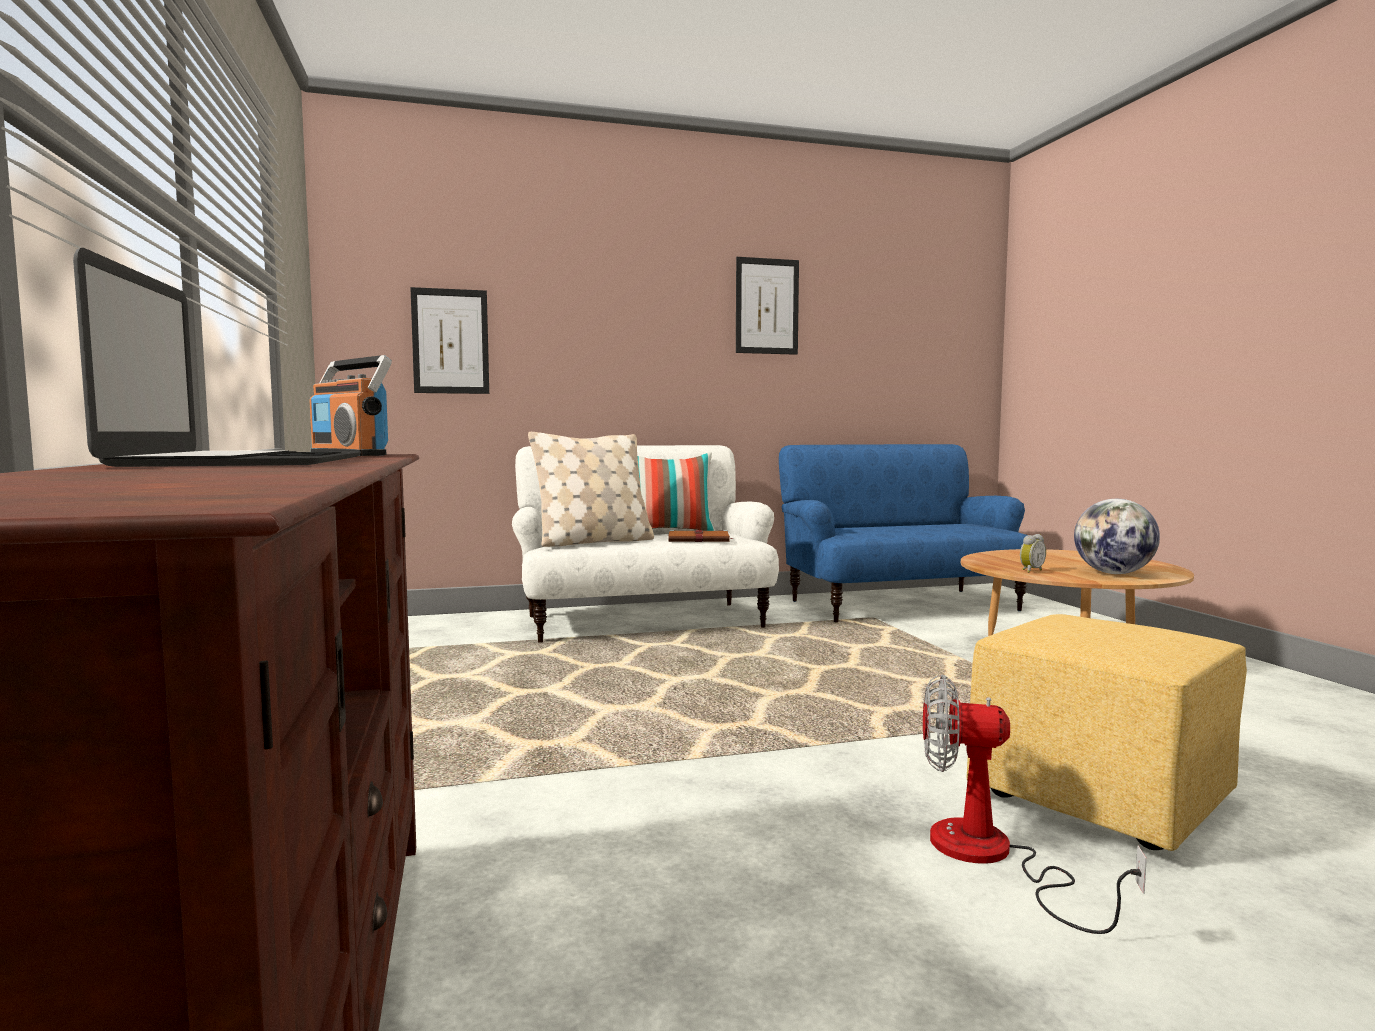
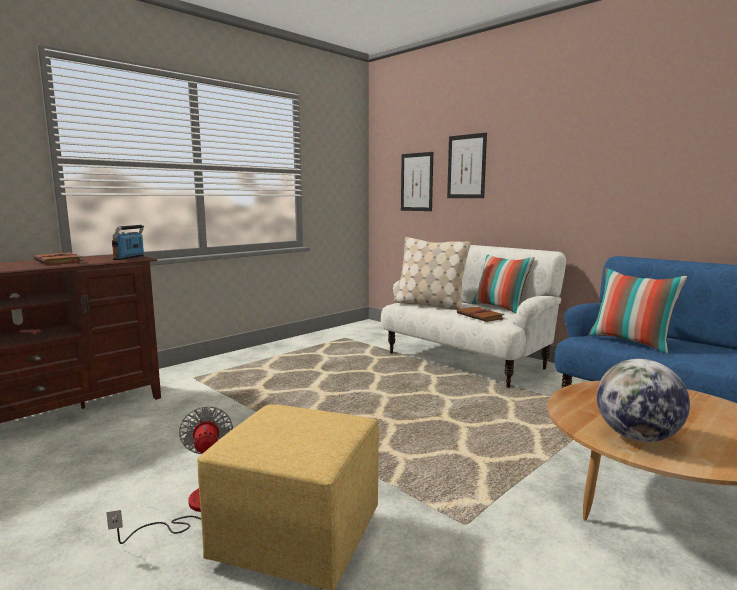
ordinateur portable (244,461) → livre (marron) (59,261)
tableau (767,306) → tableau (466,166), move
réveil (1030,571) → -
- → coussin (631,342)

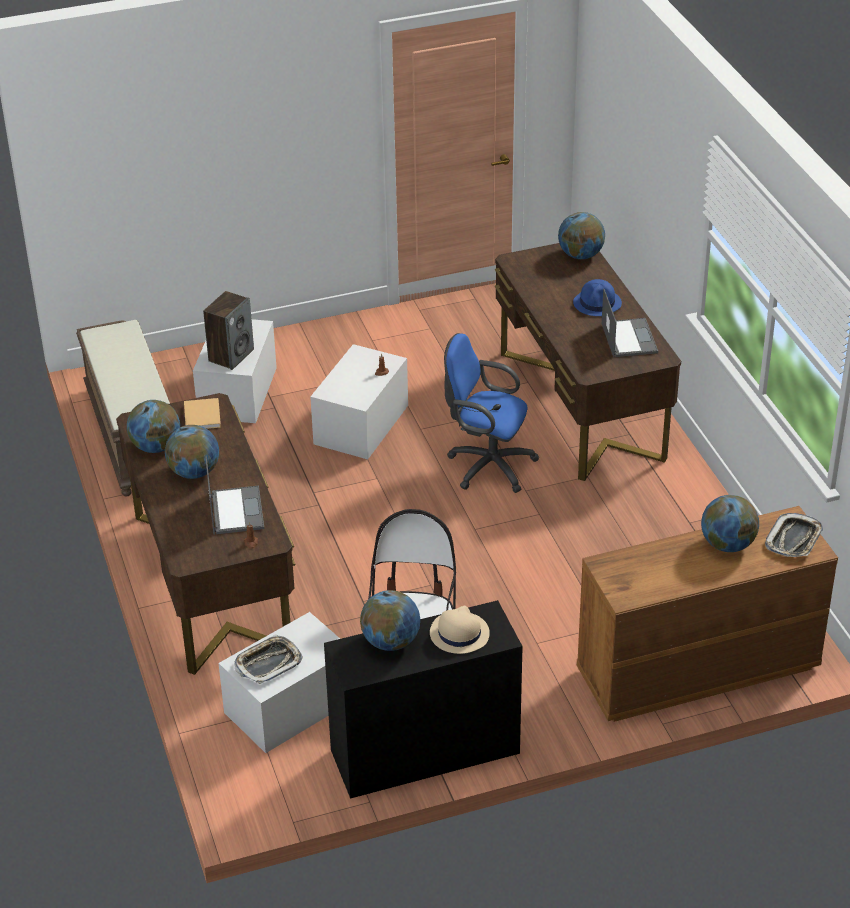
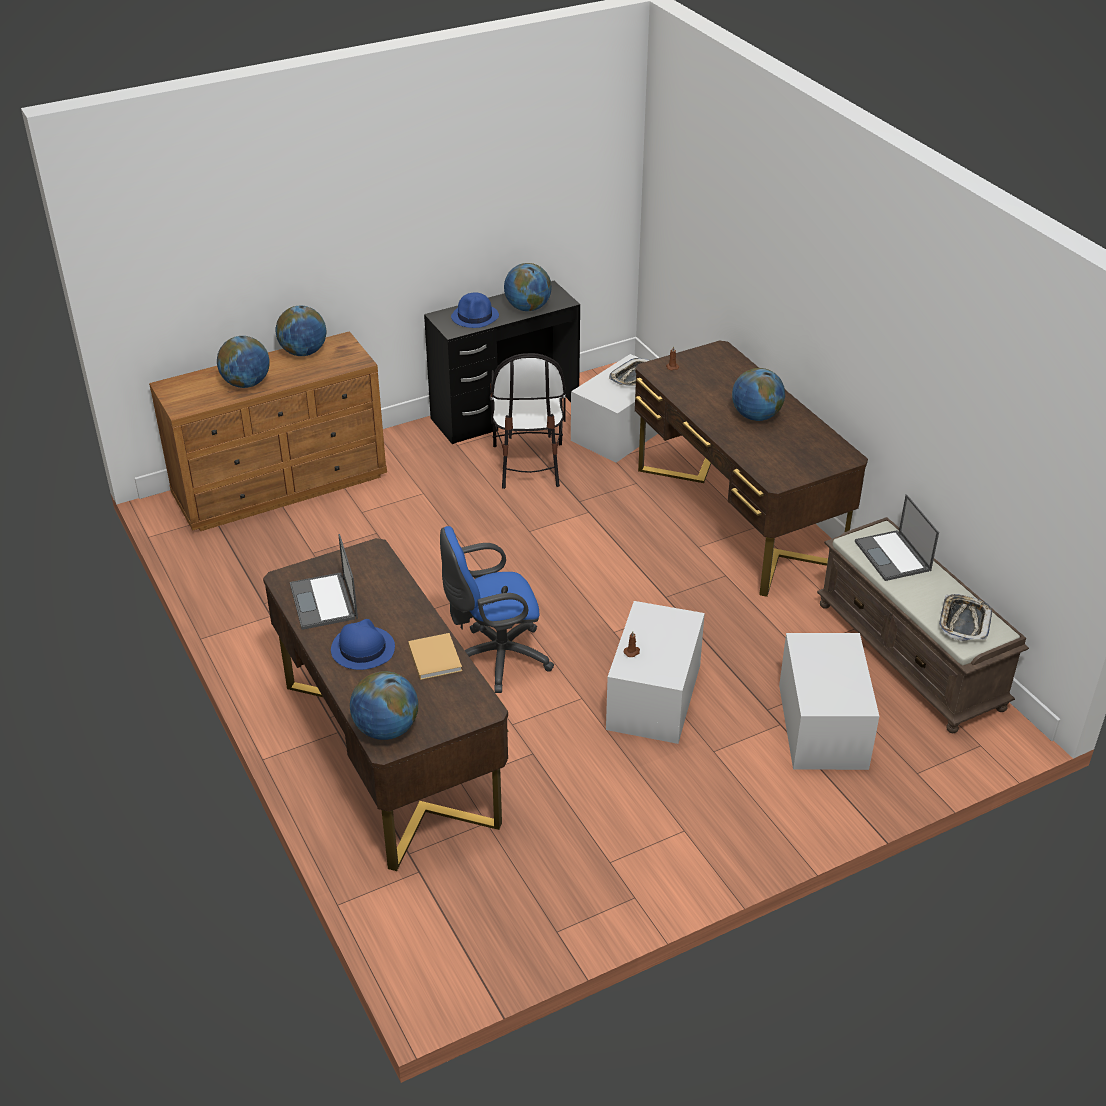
enceinte (231,355) → -
chaise de bureau (bleu) (486,465) → chaise de bureau (bleu) (495,659), 150 degrees clockwise
livre (beige) (202,417) → livre (beige) (434,657), move
globe (156,447) → globe (303,352), move
ordinateur portable (235,510) → ordinateur portable (893,556), move
plateau (794,540) → plateau (963,622), move
chapeau (beige) (459,633) → chapeau (bleu) (475,317)

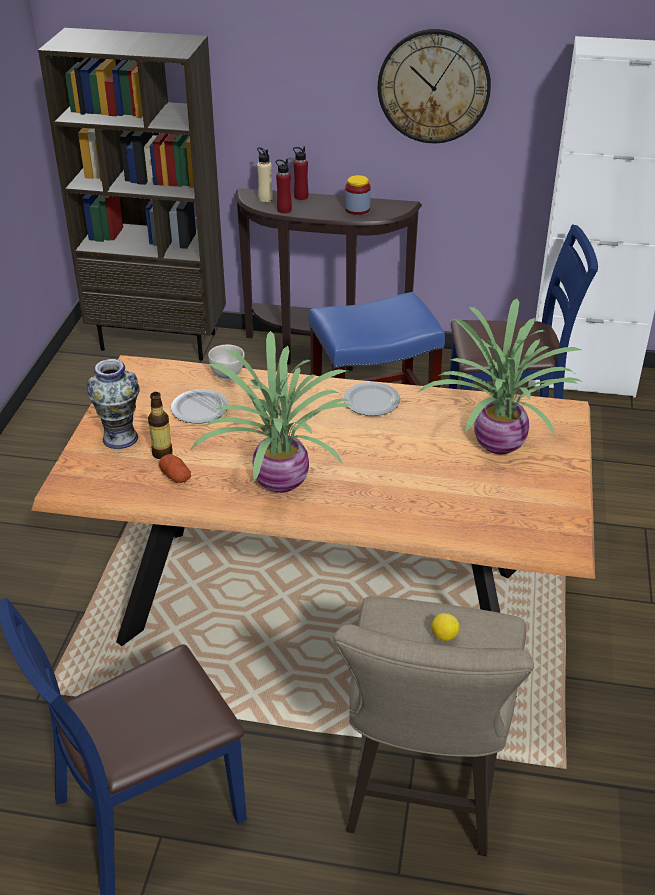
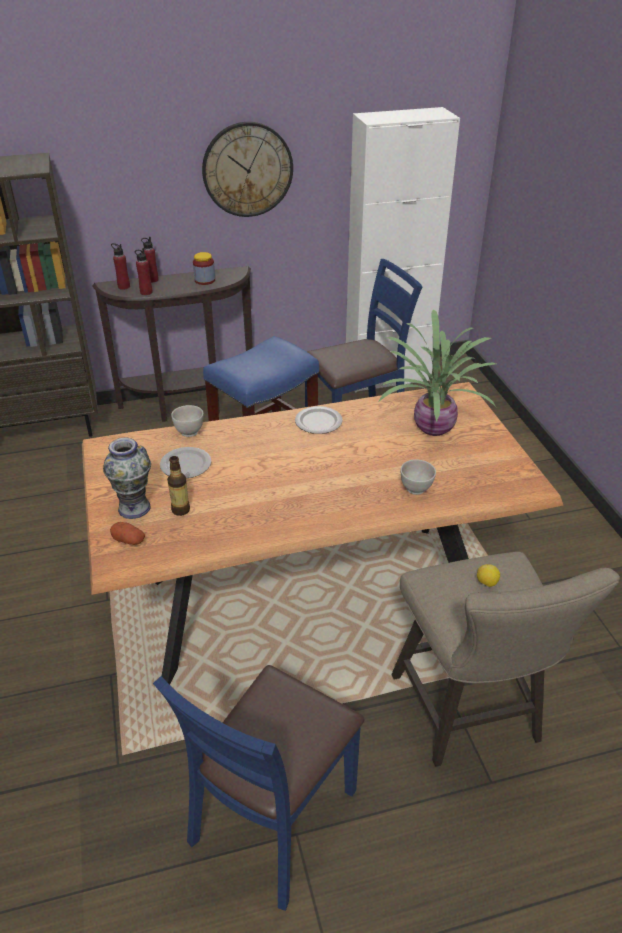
bouteille (beige) (265,199) → bouteille (rouge) (124,287)
plante en pot (281,479) → -
pomme de terre (176,476) → pomme de terre (129,540), move
- → bol (blanc) (416,489)

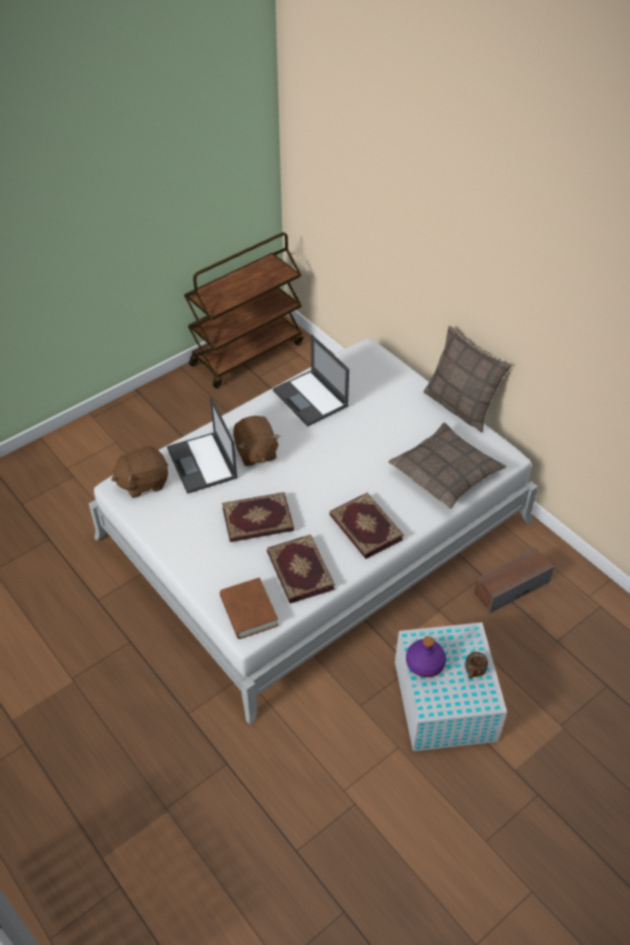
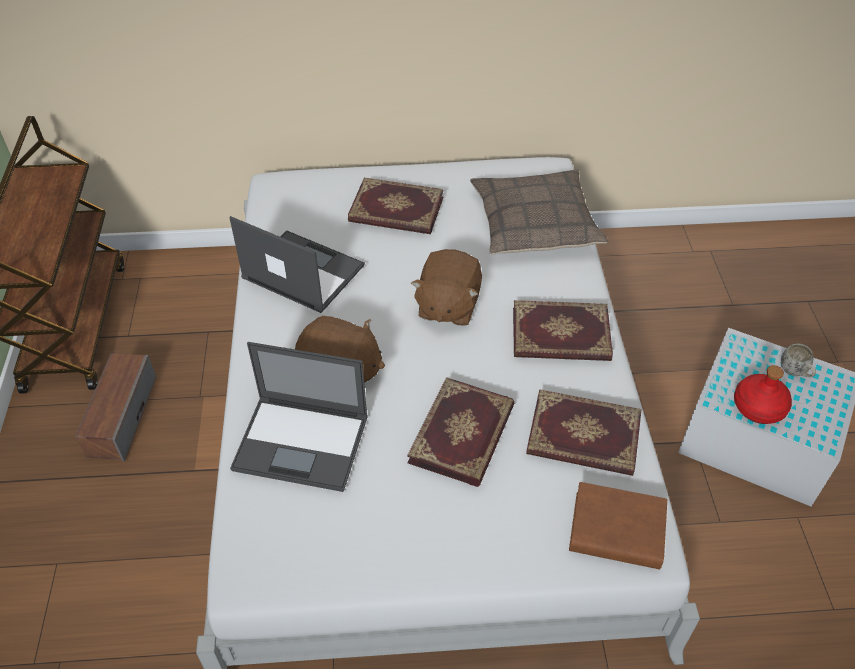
coussin (460,406) → -
ordinateur portable (311,398) → ordinateur portable (301,271), 150 degrees counterclockwise
peluche (marron) (143,482) → peluche (marron) (447,306), move
enceinte (511,587) → enceinte (121,416), move
bouteille (violet) (424,663) → bouteille (rouge) (757,407)
mug (marron) (473,673) → mug (blanc) (795,373)
- → livre (396,211)

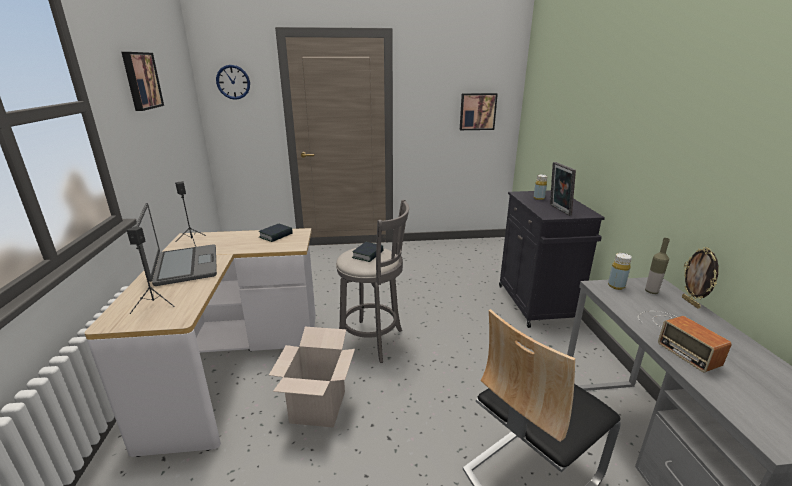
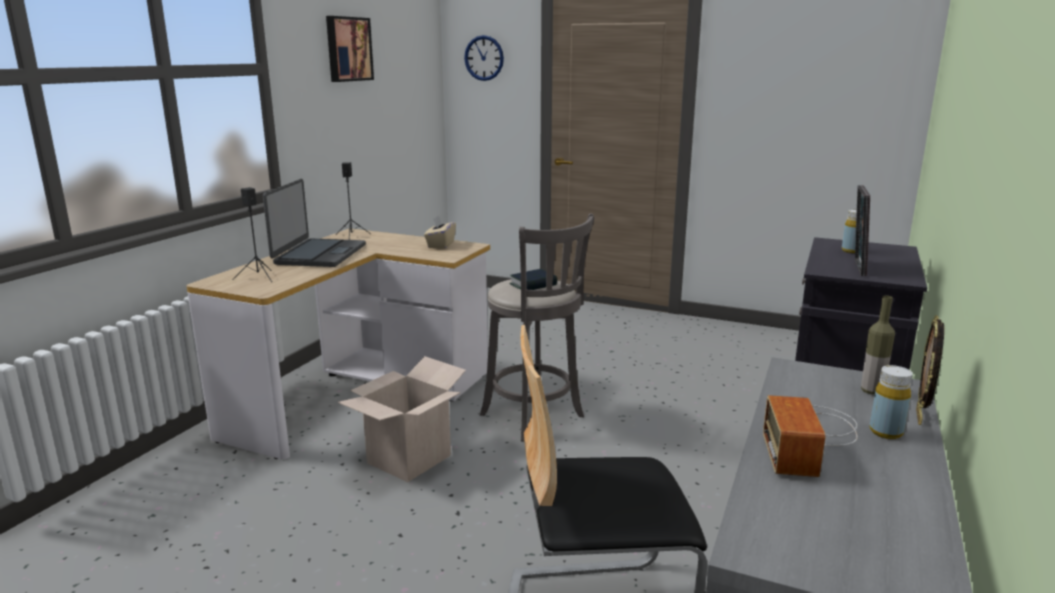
tableau (477,111) → -
livre (276,235) → boîte à mouchoirs (beige) (440,245)
bouteille (jaune) (616,286) → bouteille (jaune) (886,432), move

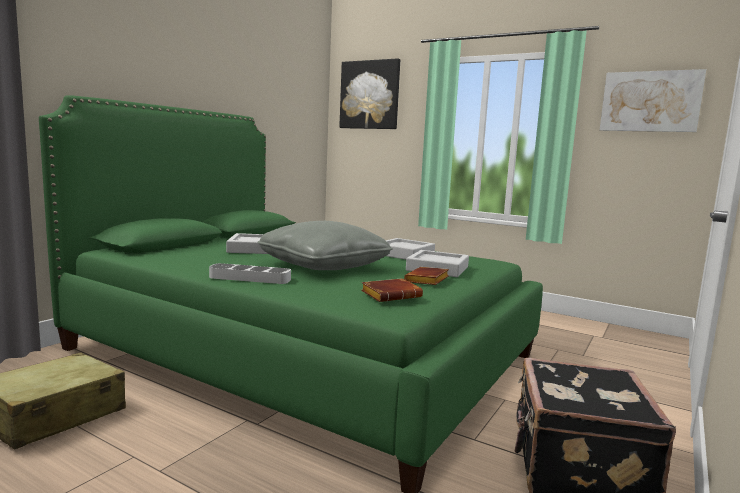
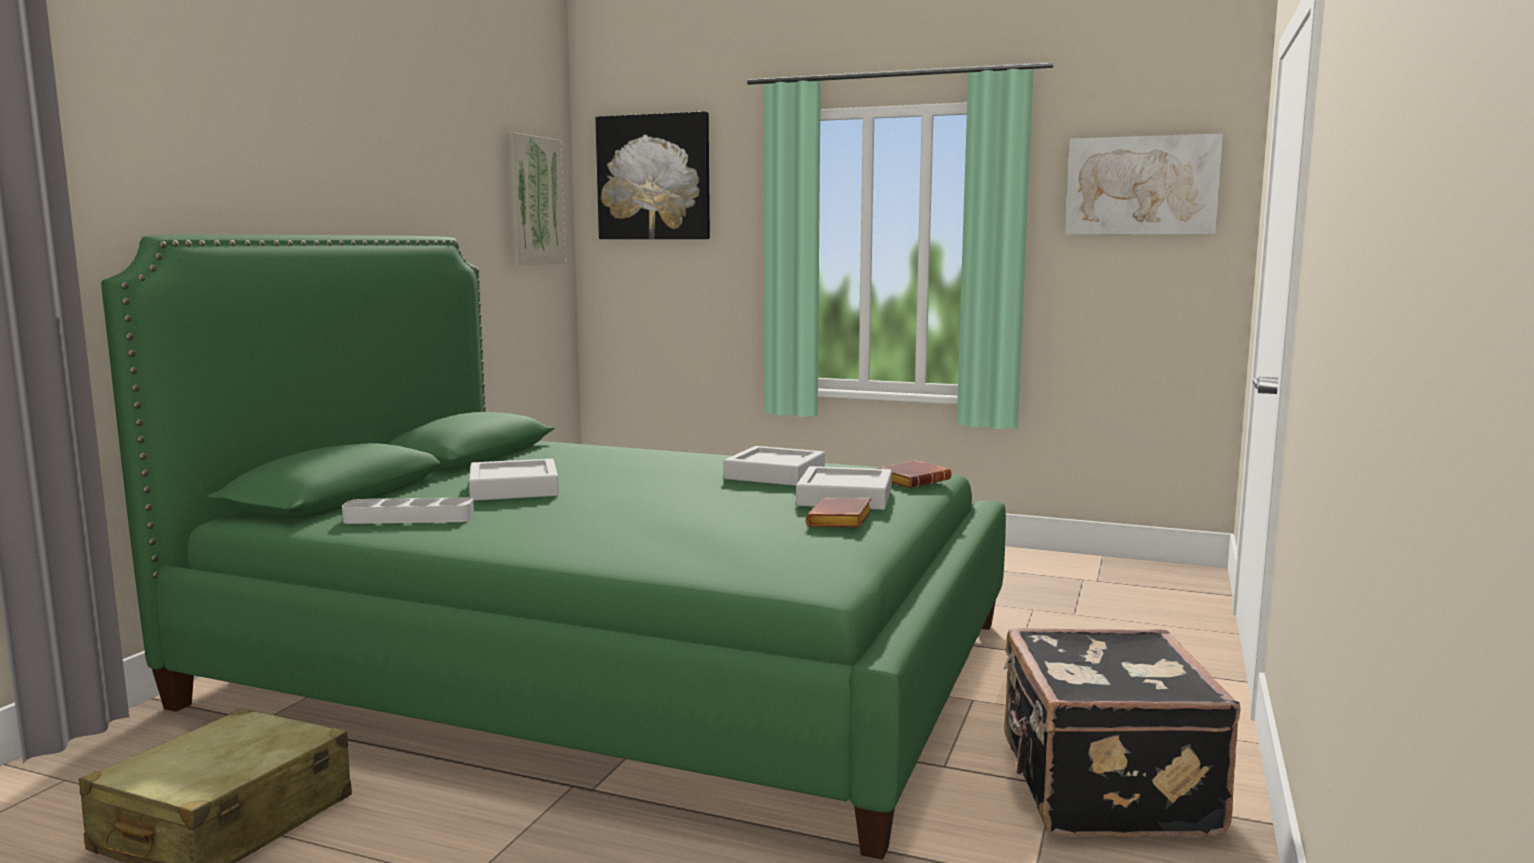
coussin (gris) (323,266) → -
plateau (gris) (250,278) → plateau (gris) (409,518), move
livre (marron) (391,295) → livre (marron) (913,480), move
- → tableau (533,201)

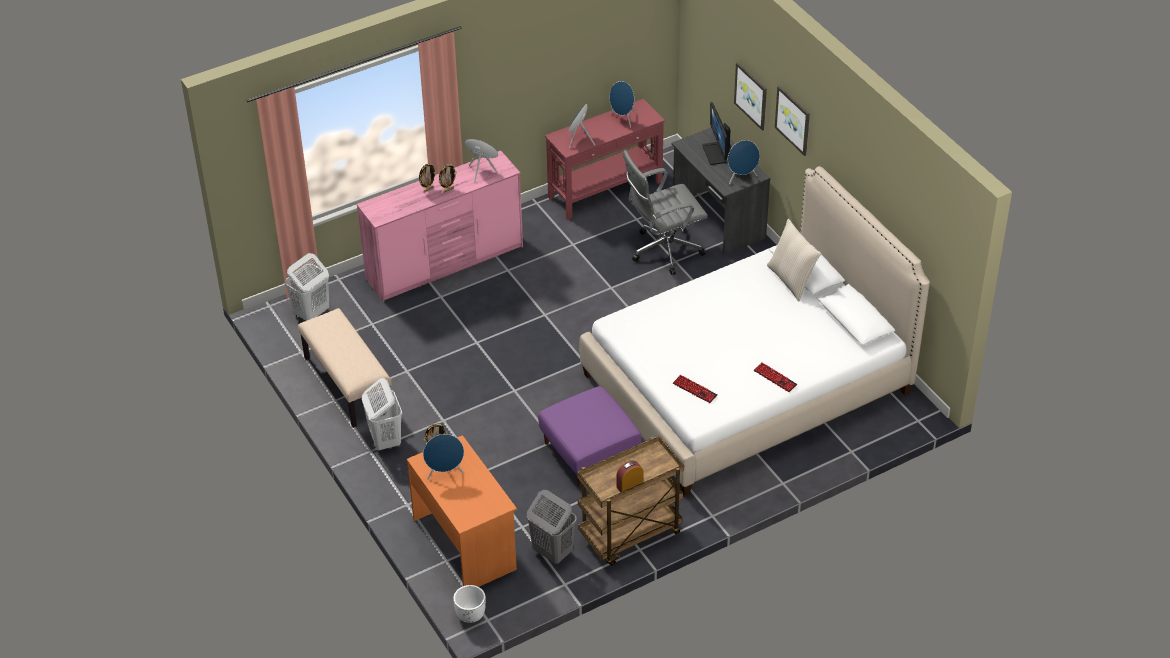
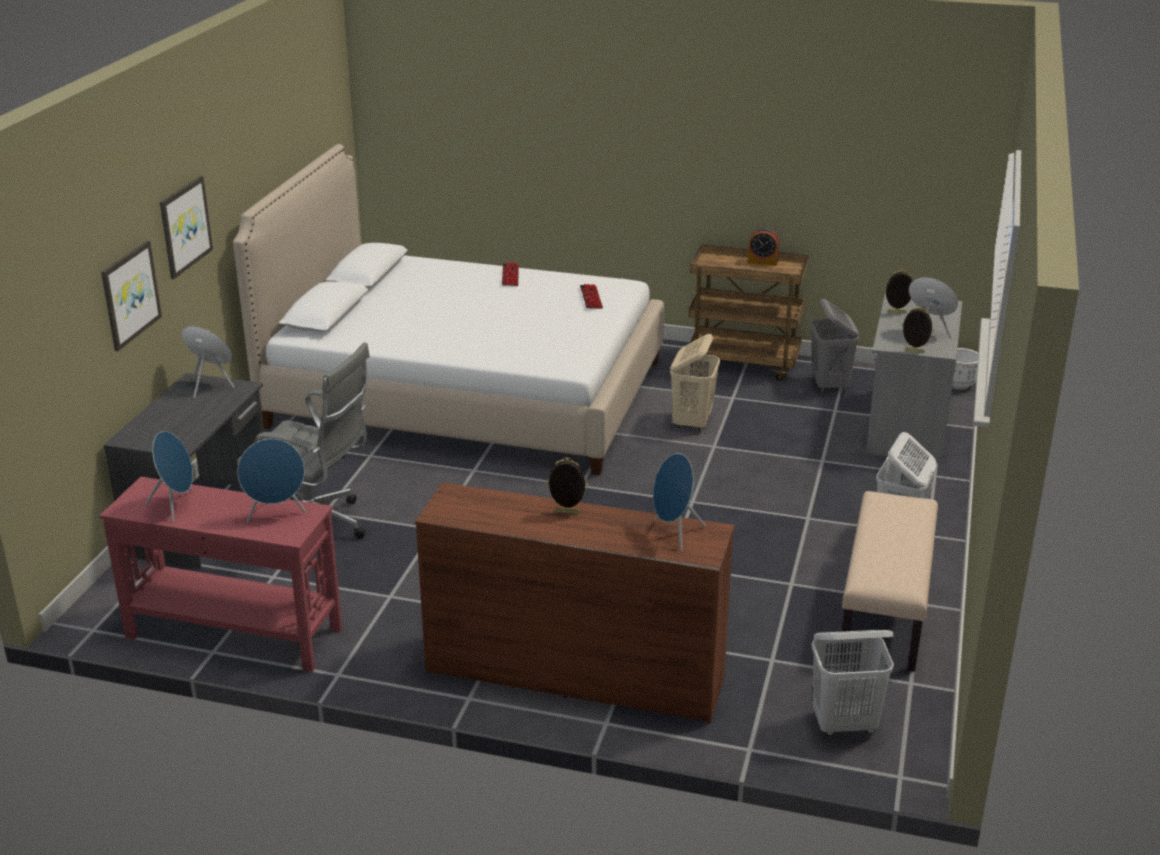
écran d'ordinateur (717,153) → -
enceinte (bleu) (481,171) → enceinte (bleu) (674,534), move
commode (rose) (445,263) → commode (marron) (574,674)
cadre photo (428,189) → cadre photo (897,313), move
coussin (beige) (791,280) → -
pouf (violet) (590,452) → panier à linge (beige) (692,422)
bureau (orange) (465,543) → bureau (gris) (906,425)

